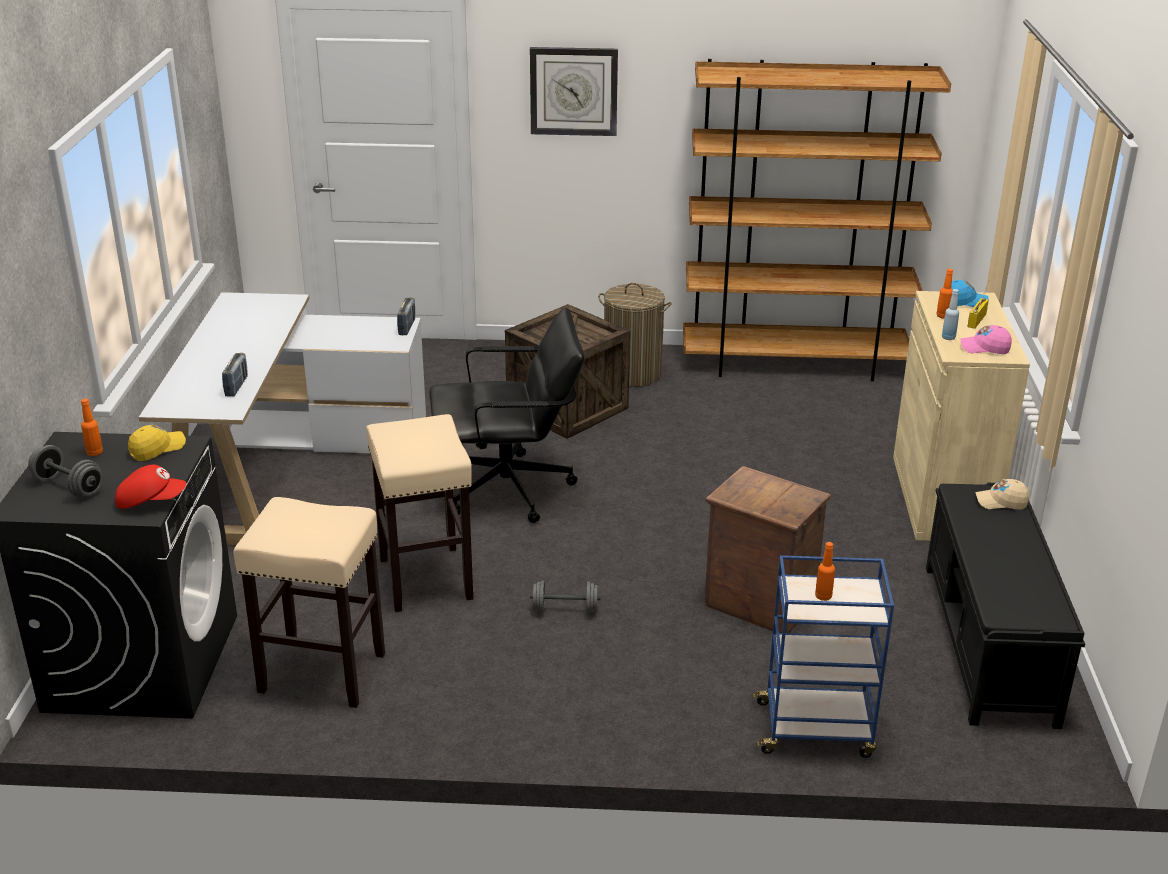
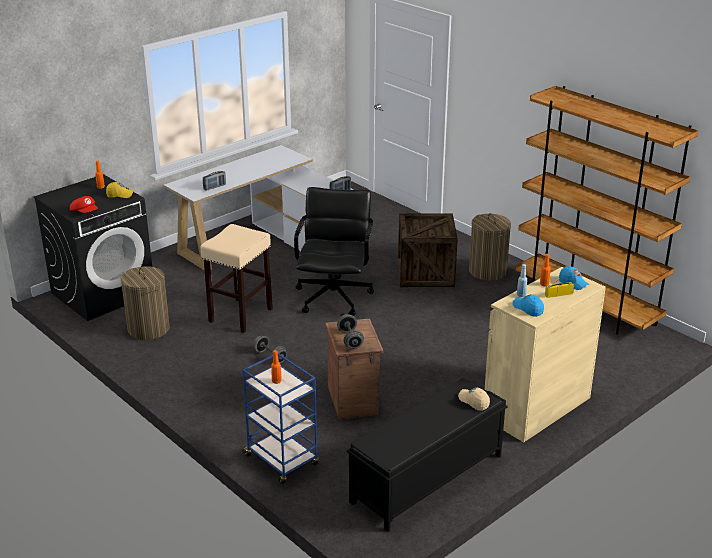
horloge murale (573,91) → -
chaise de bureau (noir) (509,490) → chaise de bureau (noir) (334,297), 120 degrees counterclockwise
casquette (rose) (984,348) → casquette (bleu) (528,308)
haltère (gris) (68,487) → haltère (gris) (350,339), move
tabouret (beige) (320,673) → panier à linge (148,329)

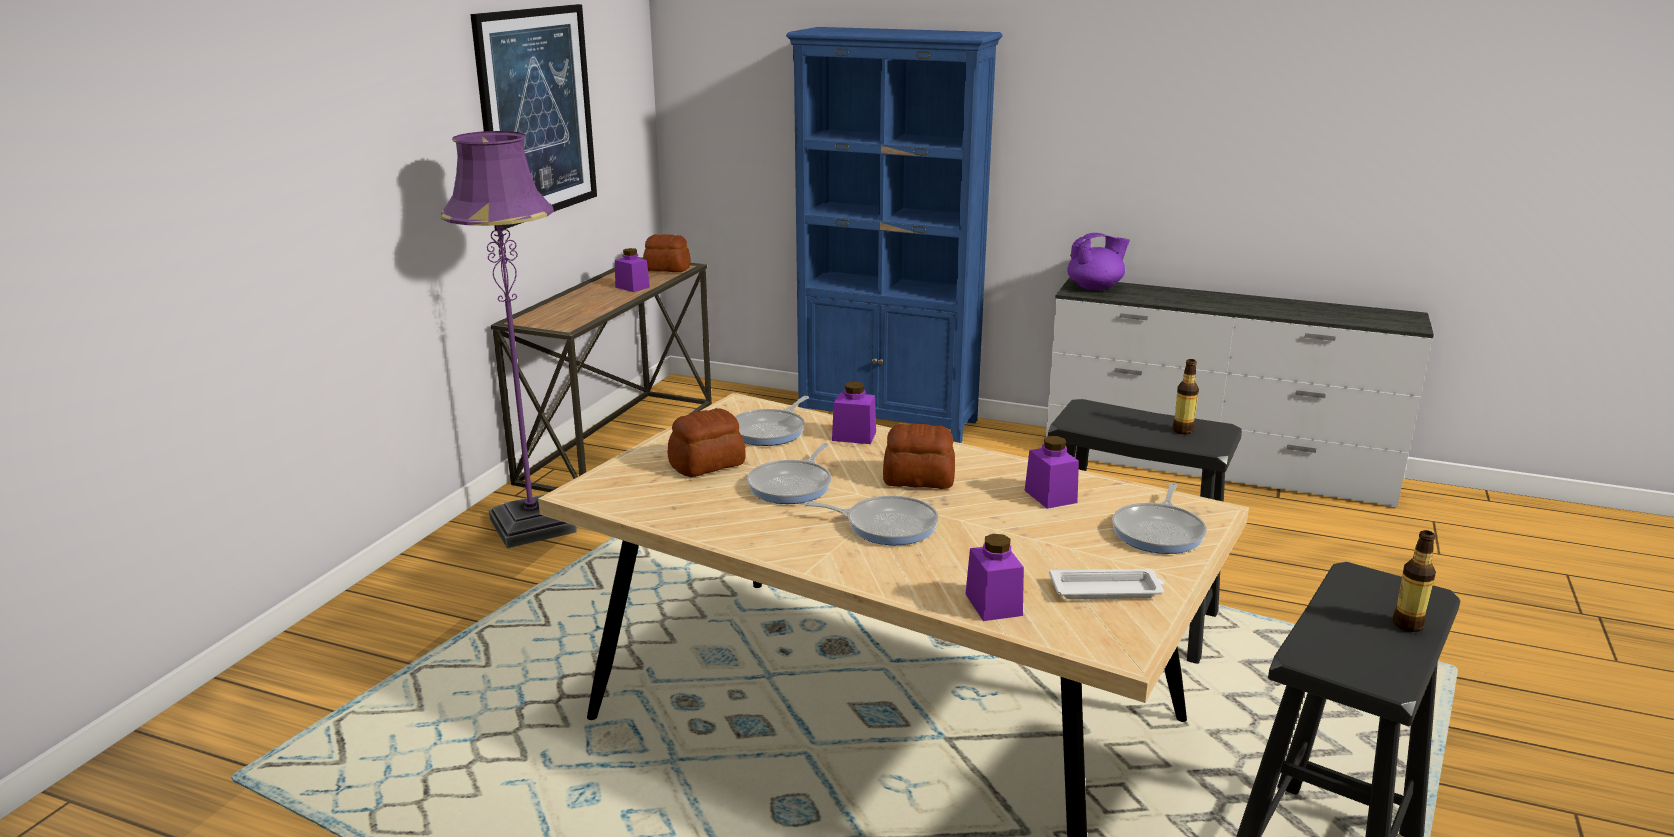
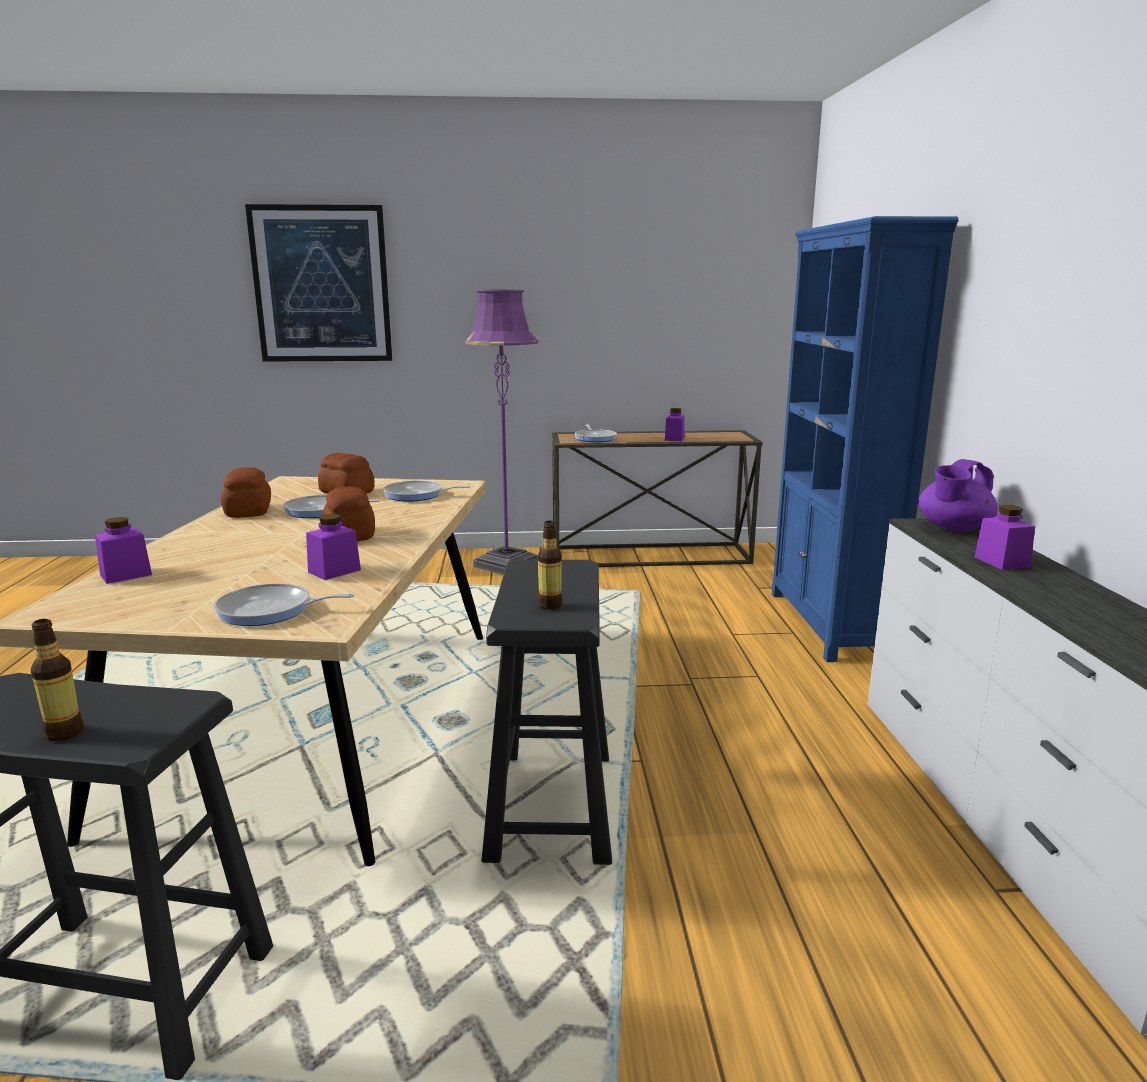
tableau (537,113) → tableau (321,284), move
théière (violet) (1095,288) → théière (violet) (953,528), 90 degrees clockwise
pain (667,268) → pain (249,511), move
bocal (violet) (854,436) → bocal (violet) (1001,562), move
poêle (886,525) → poêle (595,438), move
plateau (blanc) (1107,590) → -

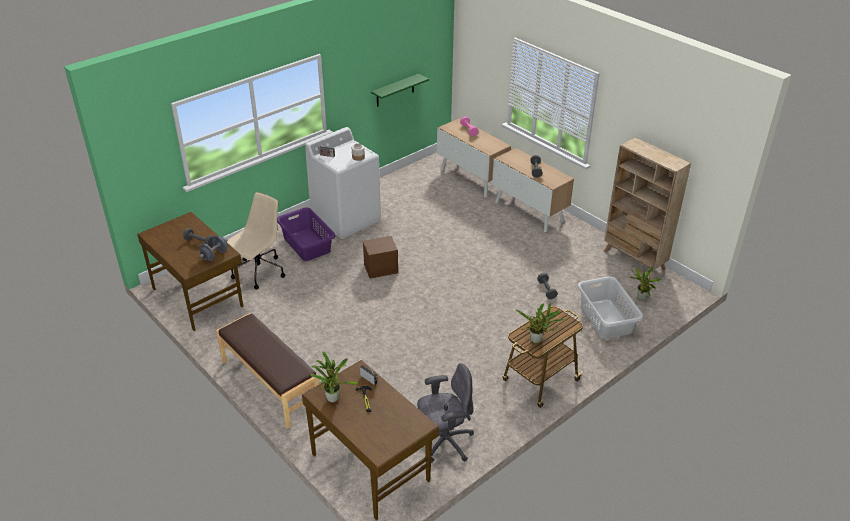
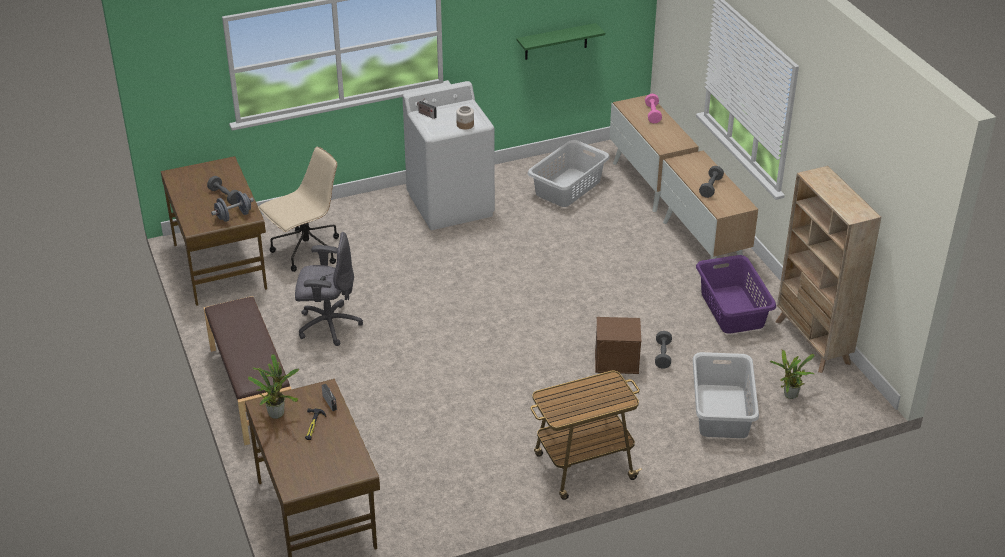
panier à linge (violet) (307,244) → panier à linge (violet) (732,309), move
boîte de rangement (marron) (381,268) → boîte de rangement (marron) (617,361), move
plante en pot (537,340) → -
chaise de bureau (gris) (444,442) → chaise de bureau (gris) (328,325), move
- → panier à linge (gris) (568,188)

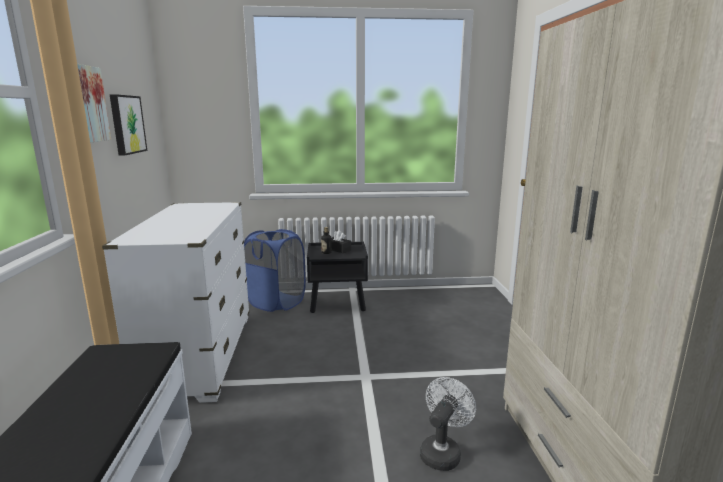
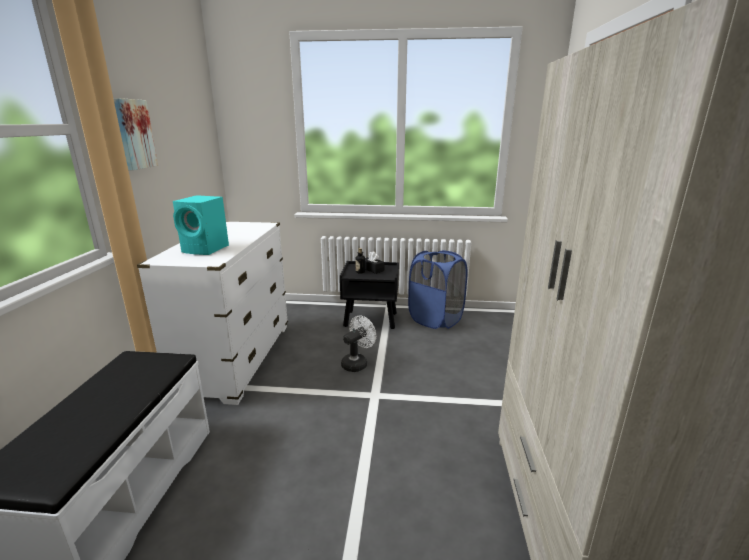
tableau (126,124) → -
panier à linge (bleu) (276,302) → panier à linge (bleu) (435,319), move
ventilateur (blanc) (442,451) → ventilateur (blanc) (357,363), move
- → enceinte (turquoise) (206,249)

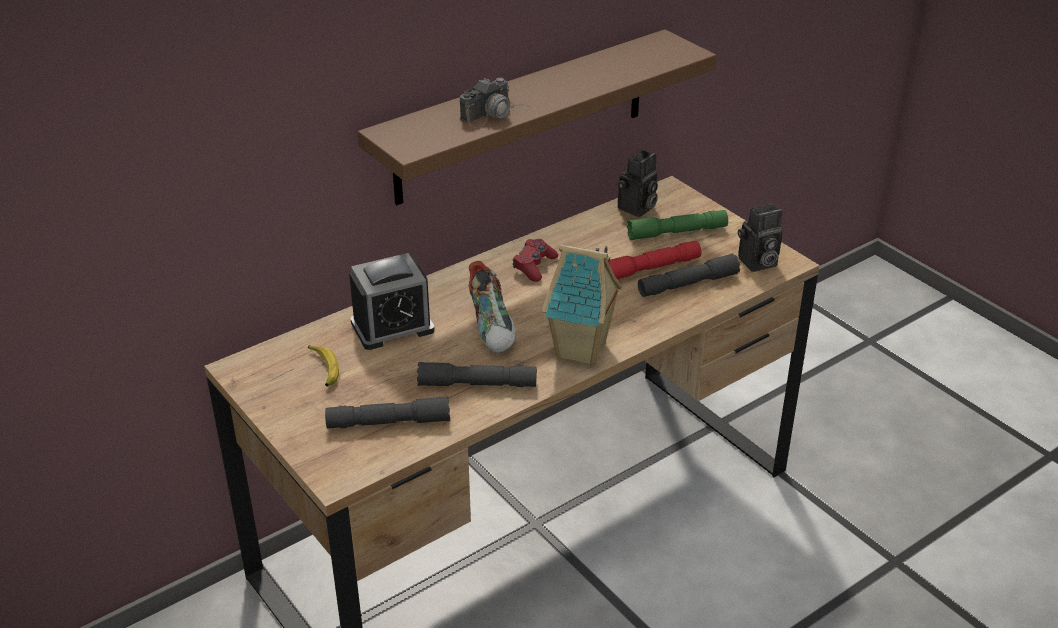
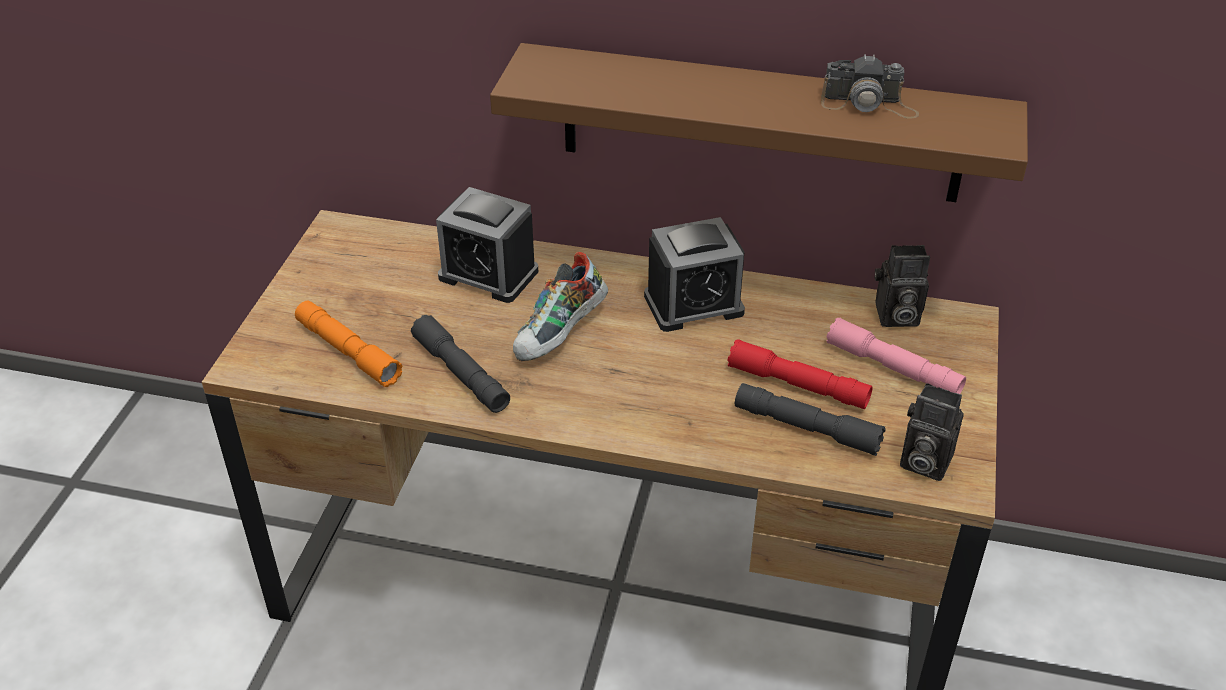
appareil photo (495,113) → appareil photo (869,104), move
lampe de poche (vert) (677,232) → lampe de poche (rose) (893,368)
manette (rouge) (534,266) → réveil (693,304)
maison miniature (582,351) → -
banane (324,369) → -
lampe de poche (gris) (388,422) → lampe de poche (orange) (348,352)

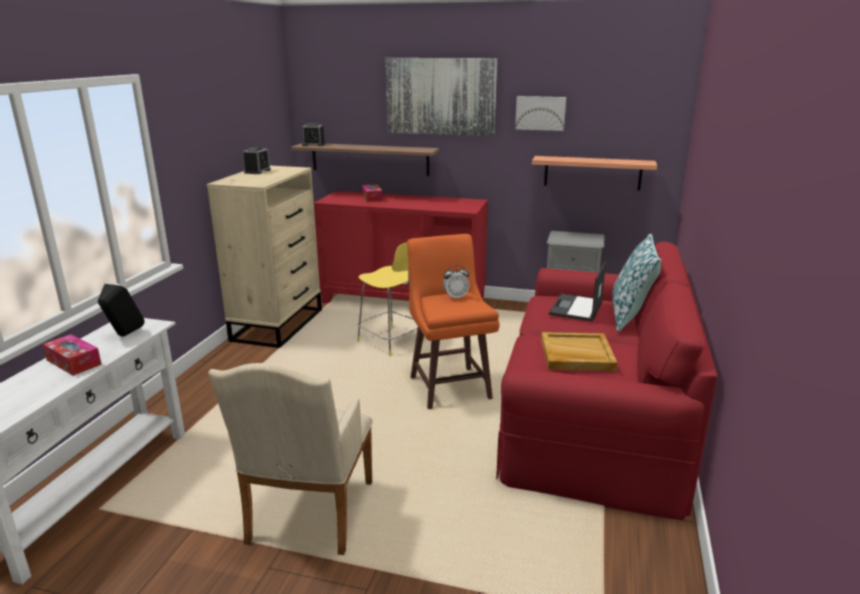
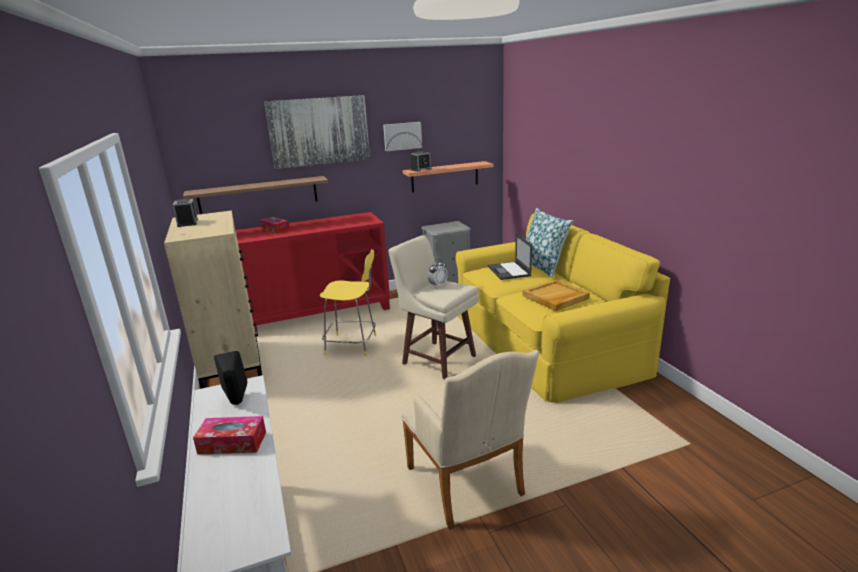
réveil (313,145) → réveil (421,169), move
tabouret (orange) (450,386) → tabouret (beige) (437,359)
canapé (rouge) (593,417) → canapé (jaune) (545,342)

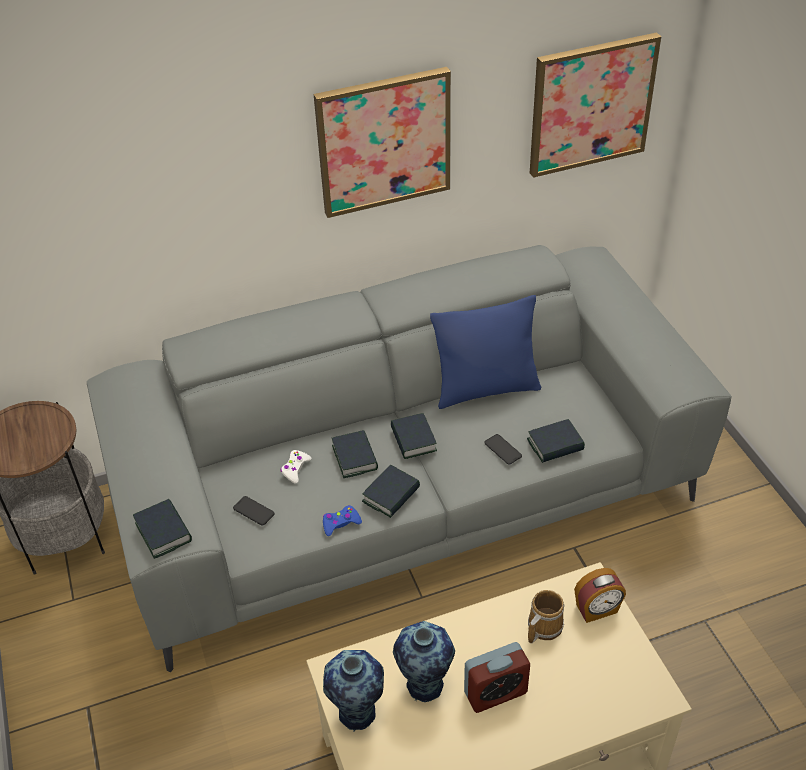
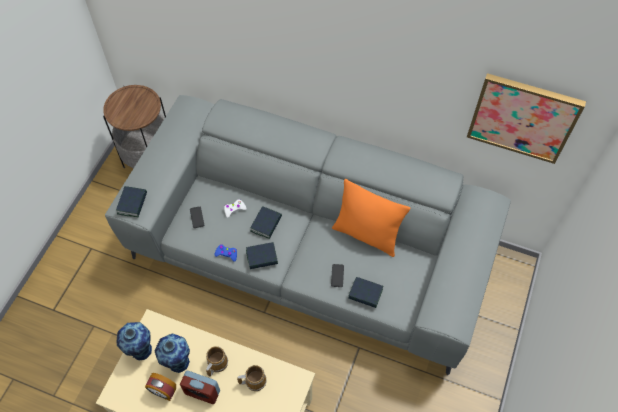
tableau (384,141) → -
coussin (bleu) (486,389) → coussin (orange) (366,235)
livre (413,440) → -
réveil (597,609) → réveil (163,391), move
- → mug (216,363)

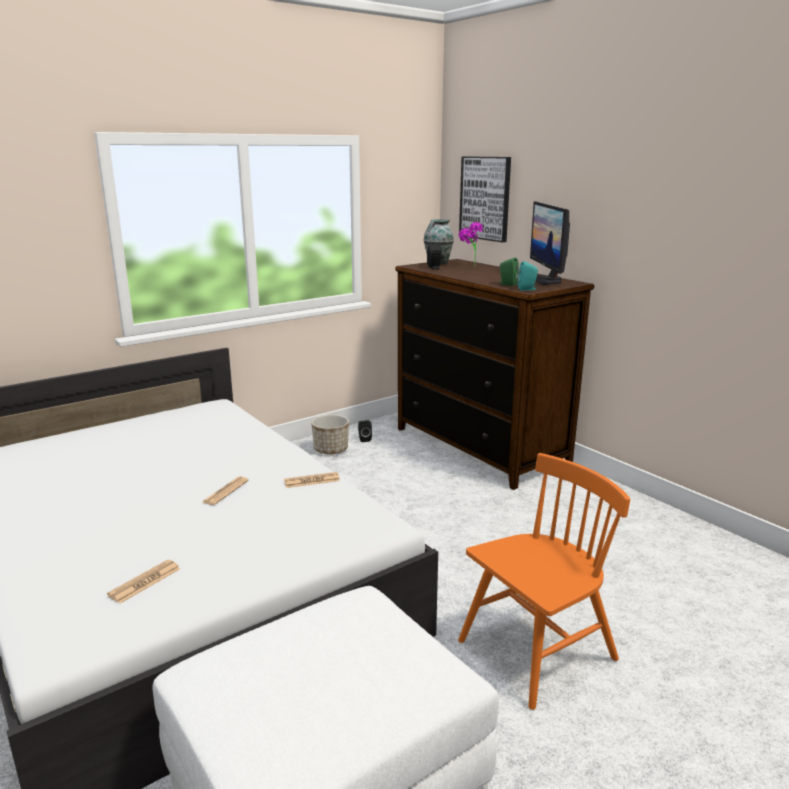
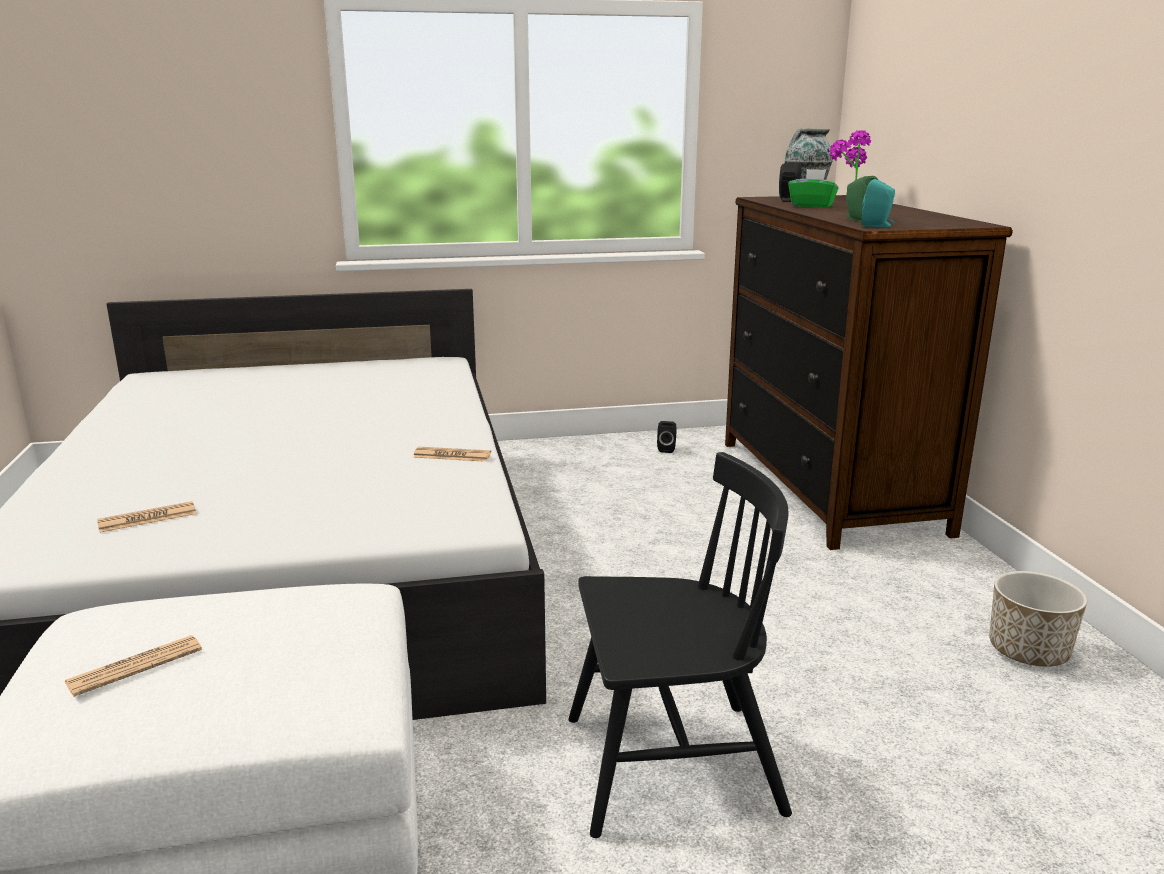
tableau (485,198) → -
écran d'ordinateur (547,280) → -
cache-pot (331,450) → cache-pot (1028,651), move
chaise (orange) (536,651) → chaise (noir) (670,766)
journal (225,491) → journal (135,666), move
- → boîte à mouchoirs (vert) (812,206)

